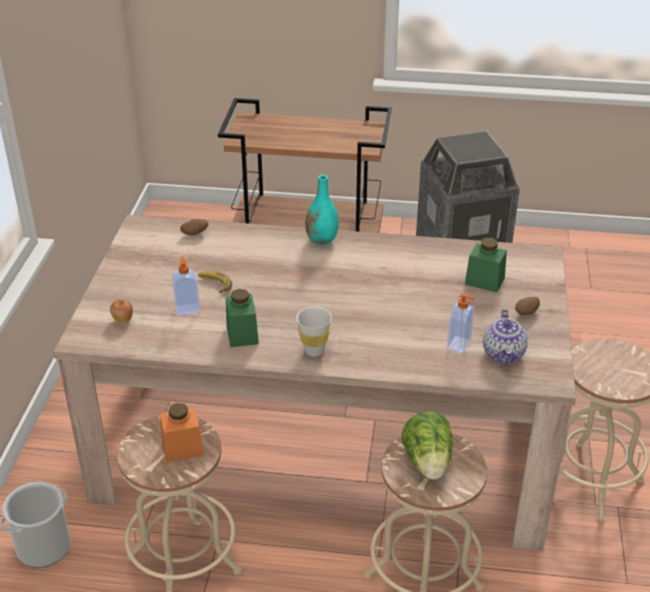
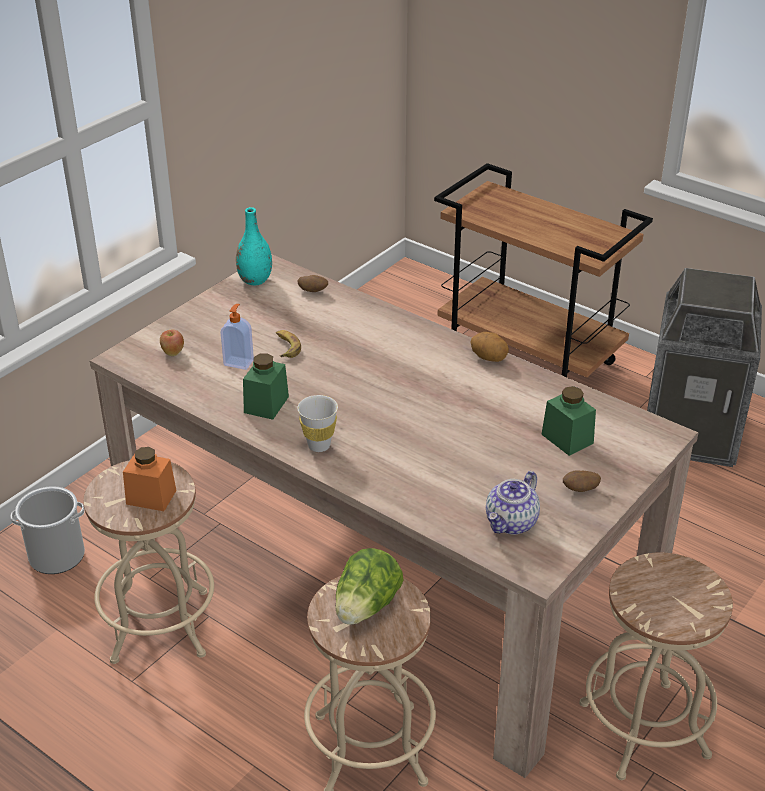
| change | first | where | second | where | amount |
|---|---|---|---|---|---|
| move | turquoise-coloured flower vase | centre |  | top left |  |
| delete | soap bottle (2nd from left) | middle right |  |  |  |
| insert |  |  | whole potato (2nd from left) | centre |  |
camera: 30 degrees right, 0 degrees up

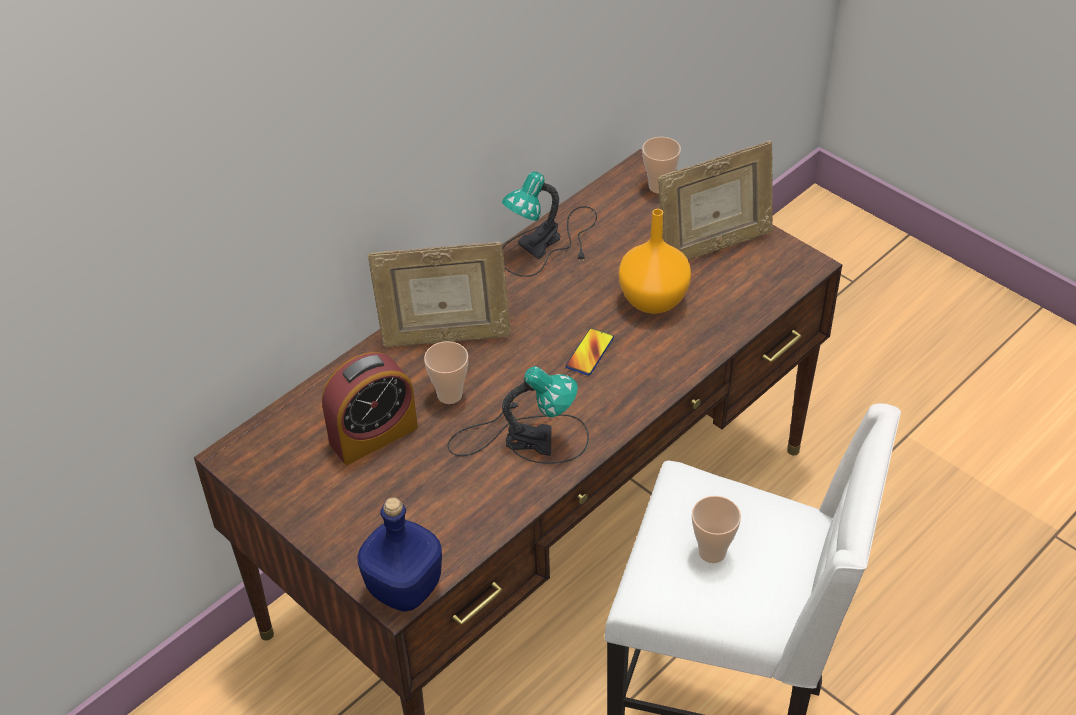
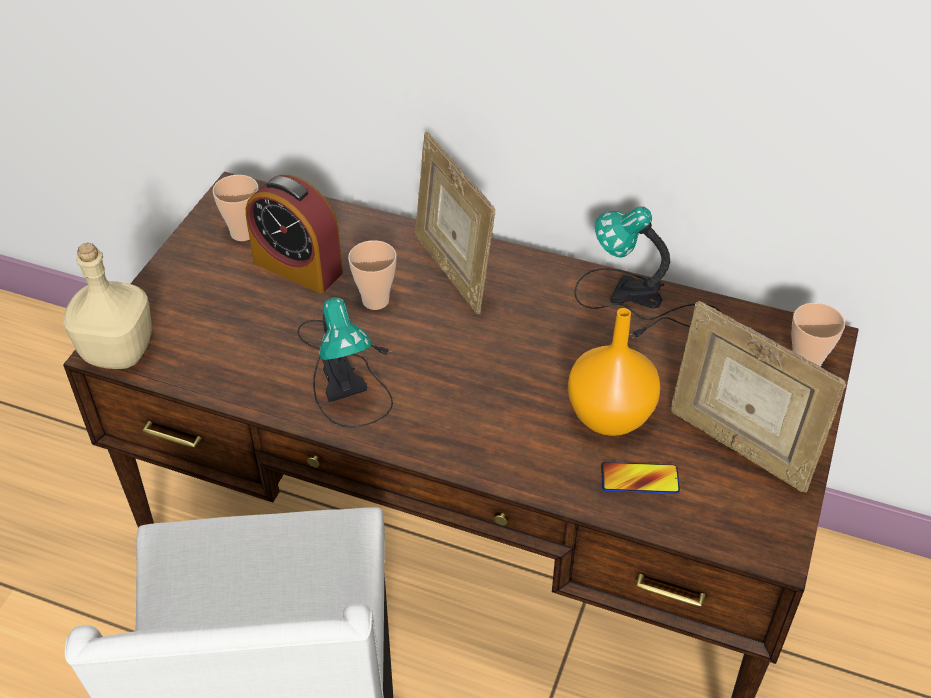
| change | first | where | second | where | amount |
|---|---|---|---|---|---|
| move | telephone | centre |  | bottom right |  |
| move | small cup (3rd from left in the first image) | bottom centre | small cup (1st from left) | top left |  |
| recolor | bluish bottle | bottom centre | sand-coloured bottle | middle left |  |
camera: 65 degrees right, 0 degrees up

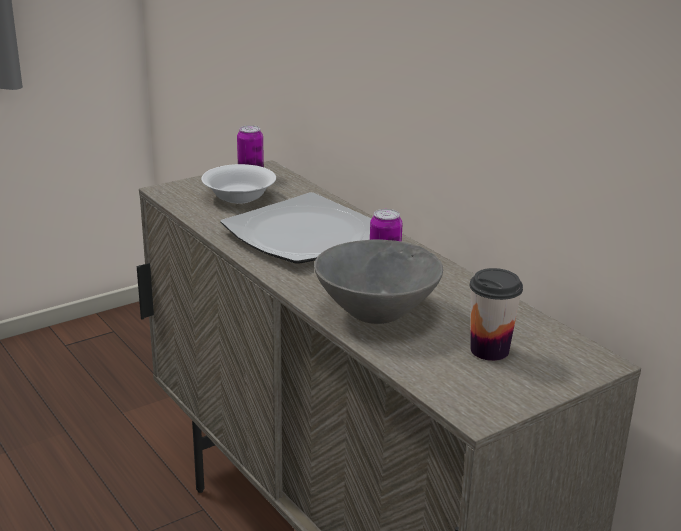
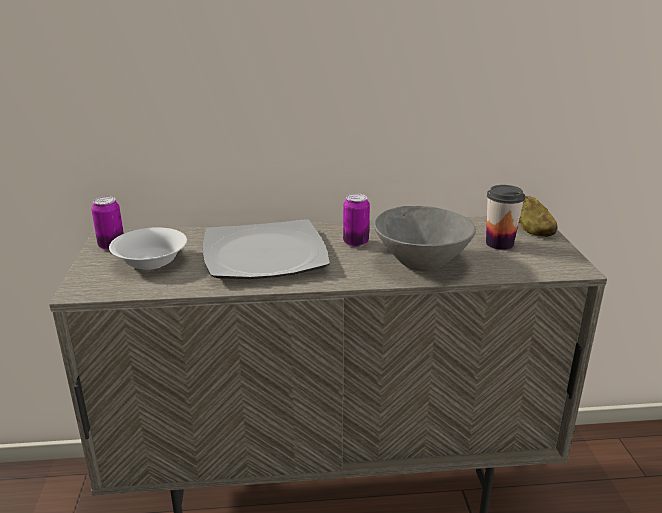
| change | first | where | second | where | amount |
|---|---|---|---|---|---|
| insert |  |  | whole potato | middle right |  |
camera: 60 degrees left, 0 degrees up

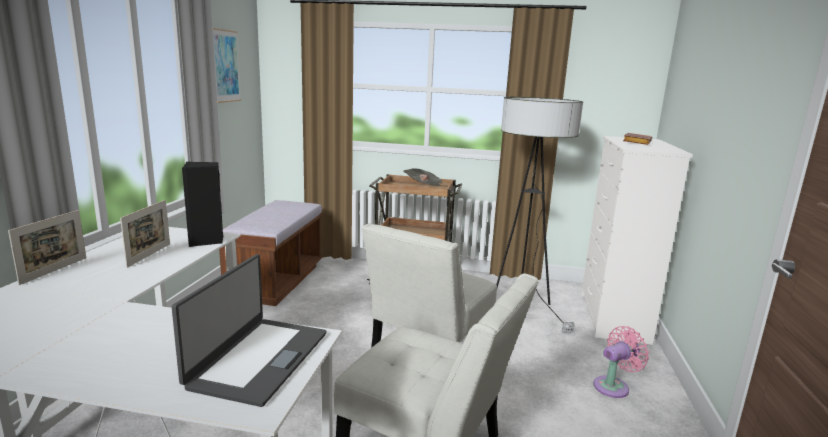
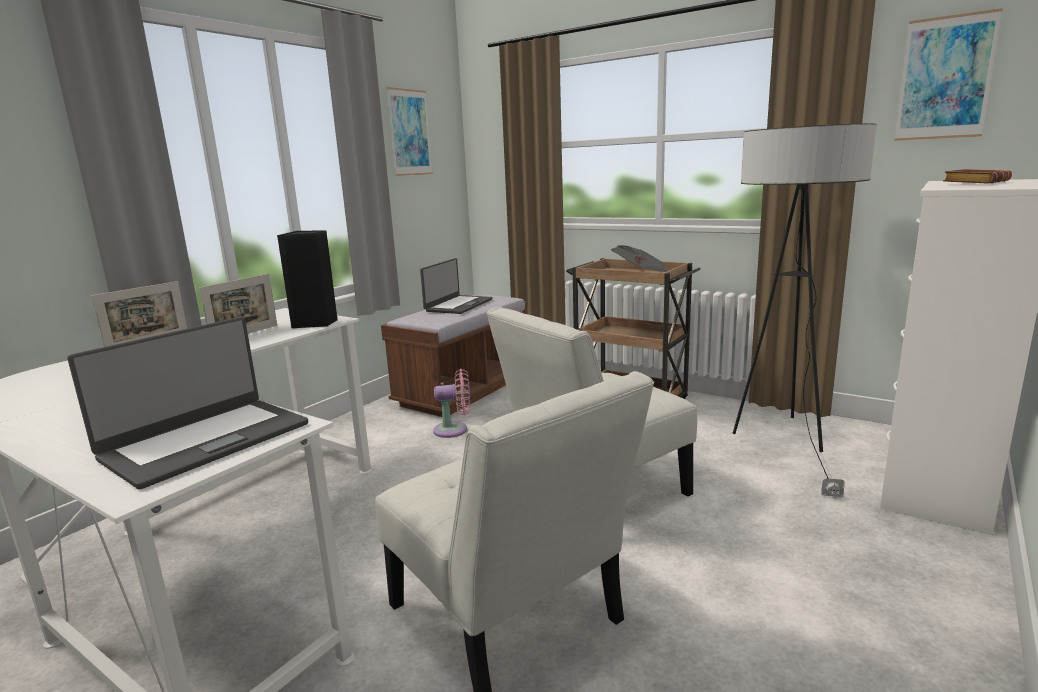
| change | first | where | second | where | amount |
|---|---|---|---|---|---|
| move | pink-coloured electric fan | bottom right |  | centre |  |
| insert |  |  | wall picture (2nd from left) | top right |  |
| insert |  |  | portable computer (2nd from left) | centre |  |
camera: 25 degrees right, 0 degrees up

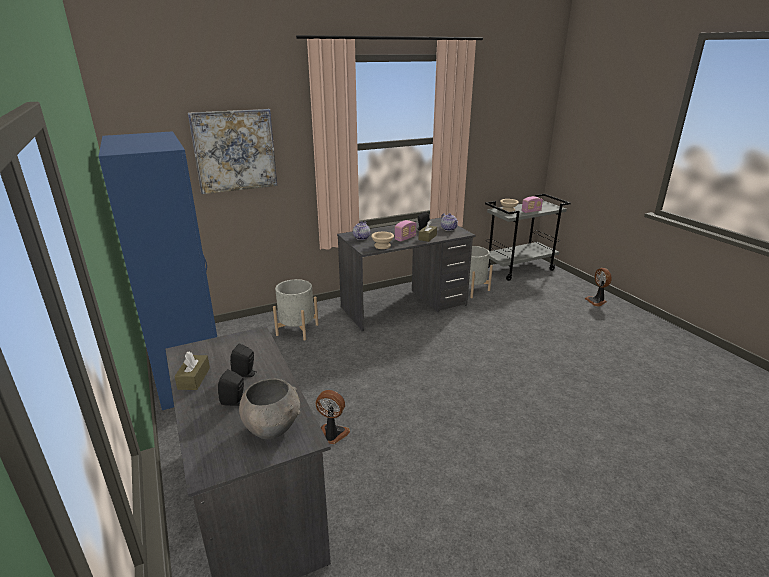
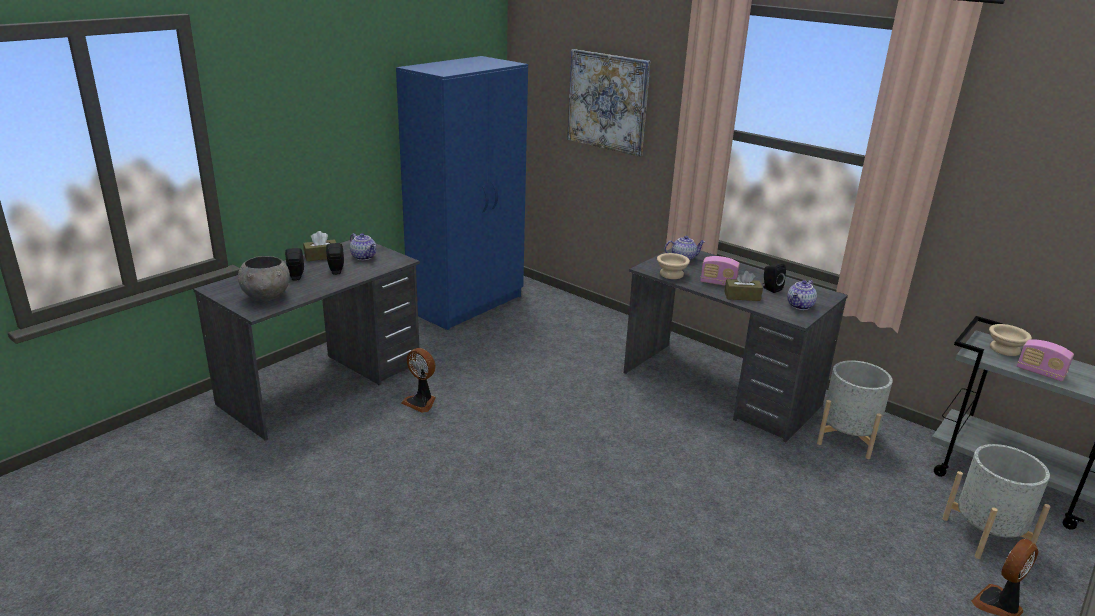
| change | first | where | second | where | amount |
|---|---|---|---|---|---|
| move | greyish planter (1st from left in the first image) | centre | greyish planter (2nd from left) | bottom right |  |
| rotate | electric fan (1st from left) | bottom centre |  | centre | 135 degrees clockwise |
| insert |  |  | pot for tea (1st from left) | middle left |  |
camera: 65 degrees right, 0 degrees up

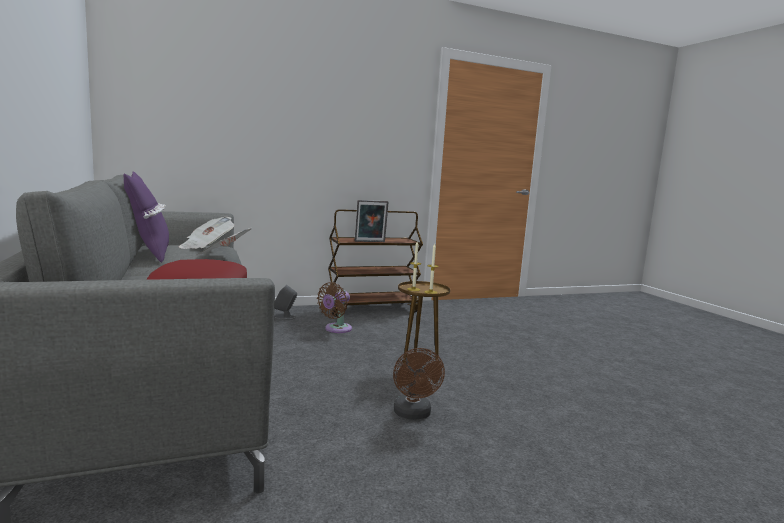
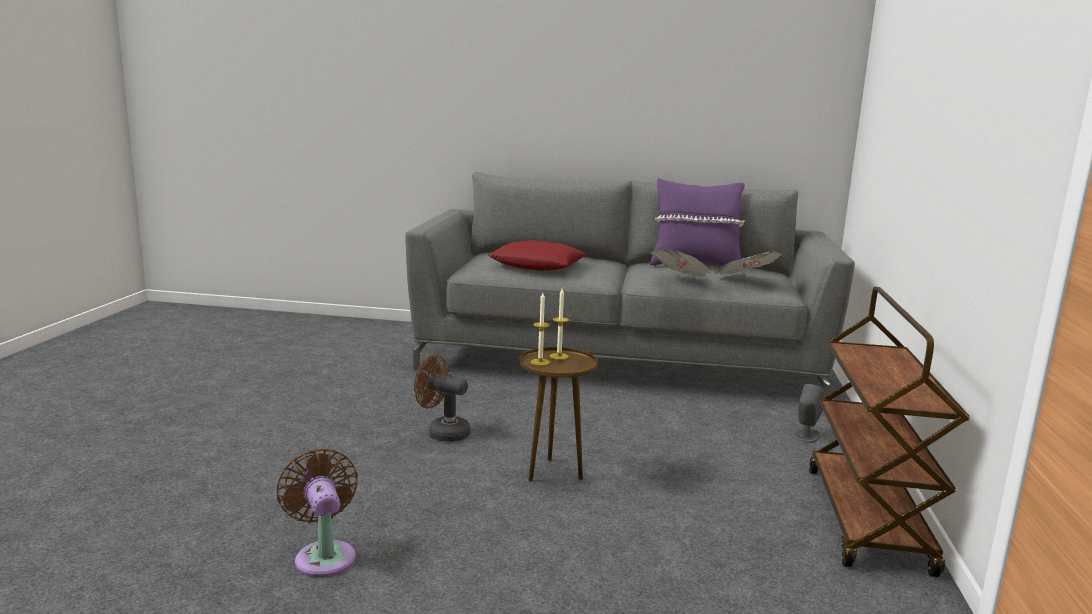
| change | first | where | second | where | amount |
|---|---|---|---|---|---|
| delete | standing frame | centre |  |  |  |
| move | brownish electric fan (1st from left) | centre |  | bottom left |  |
camera: 120 degrees right, 5 degrees up

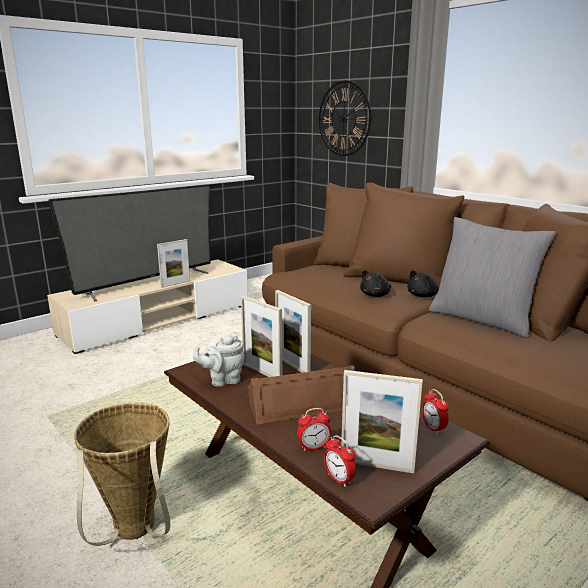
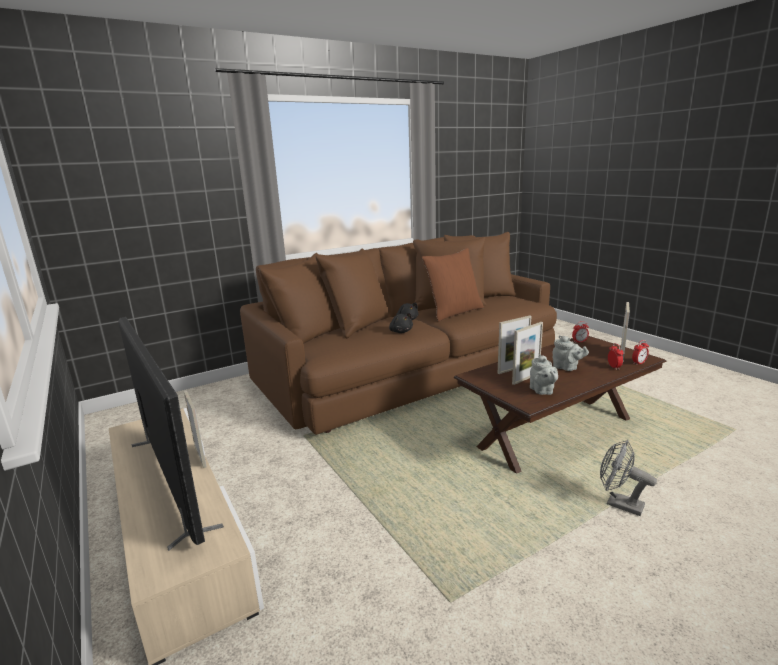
| change | first | where | second | where | amount |
|---|---|---|---|---|---|
| delete | clock on the wall | top centre |  |  |  |
| recolor | greyish throw pillow | middle right | brownish throw pillow | centre |  |
| replace | brownish loudspeaker | bottom centre | greyish pot for tea (2nd from left) | middle right |  |
| replace | basket | bottom left | greyish electric fan | bottom right |  |
camera: 80 degrees left, 0 degrees up

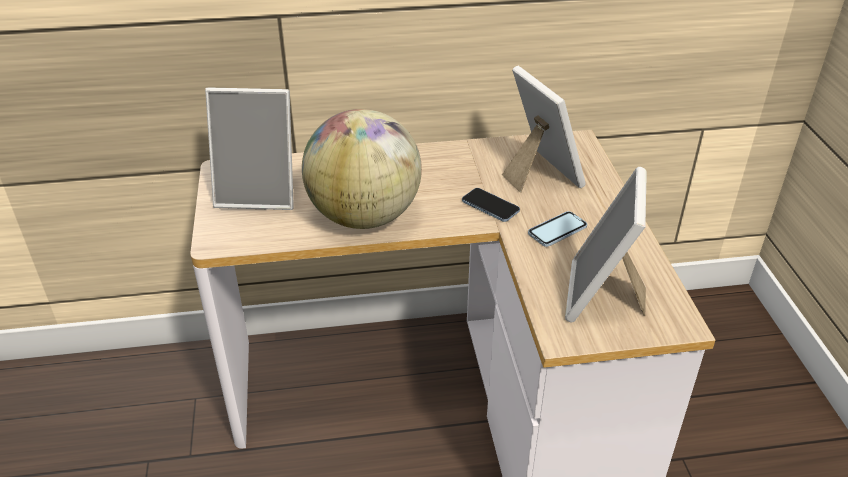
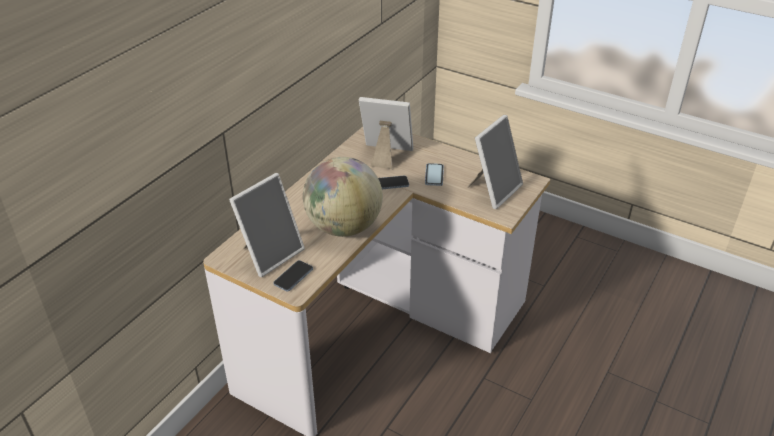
| change | first | where | second | where | amount |
|---|---|---|---|---|---|
| rotate | standing frame (3rd from left) | middle right |  | centre | 105 degrees counterclockwise |
| insert |  |  | telephone (1st from left) | centre |  |
camera: 50 degrees left, 0 degrees up

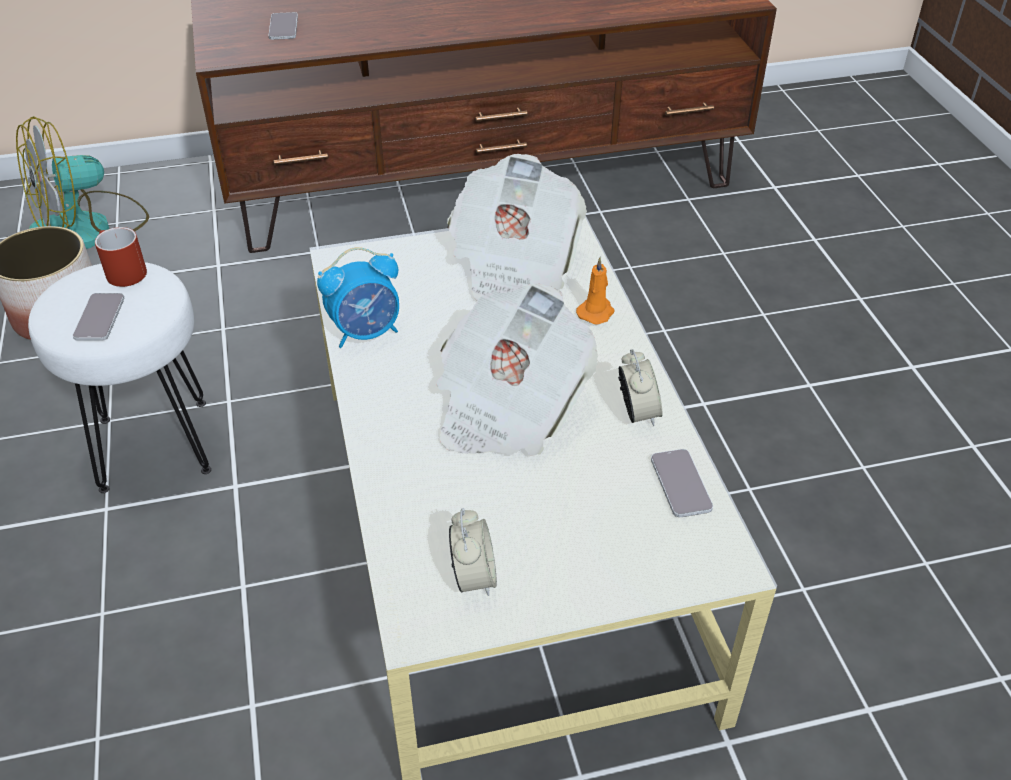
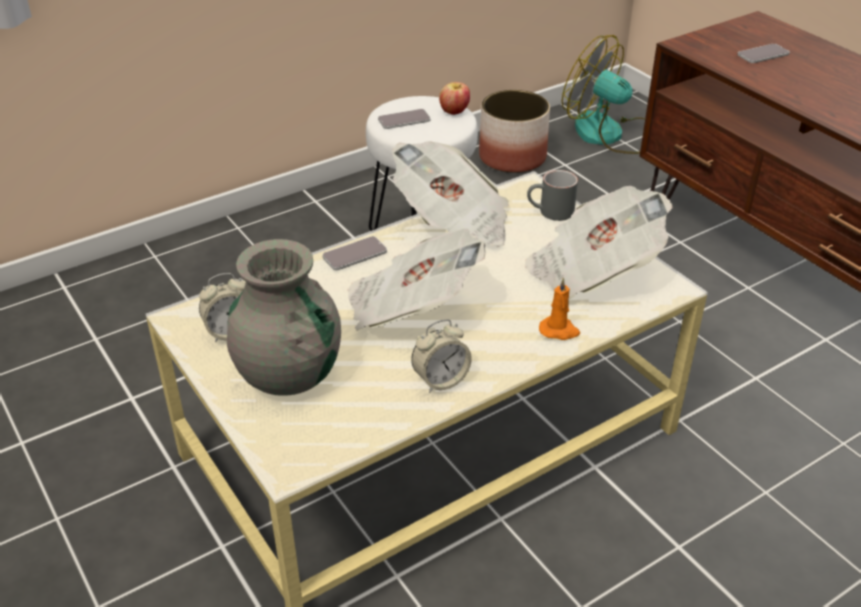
| change | first | where | second | where | amount |
|---|---|---|---|---|---|
| replace | reddish mug | top left | apple | top centre |  |
| replace | bedside clock (1st from left) | centre | newspaper (2nd from left) | top centre |  |
| move | telephone (3rd from left in the first image) | middle right | telephone (1st from left) | centre |  |
| insert |  |  | greyish mug | top centre |  |
| insert |  |  | greyish flower vase | middle left |  |
camera: 70 degrees right, 5 degrees down

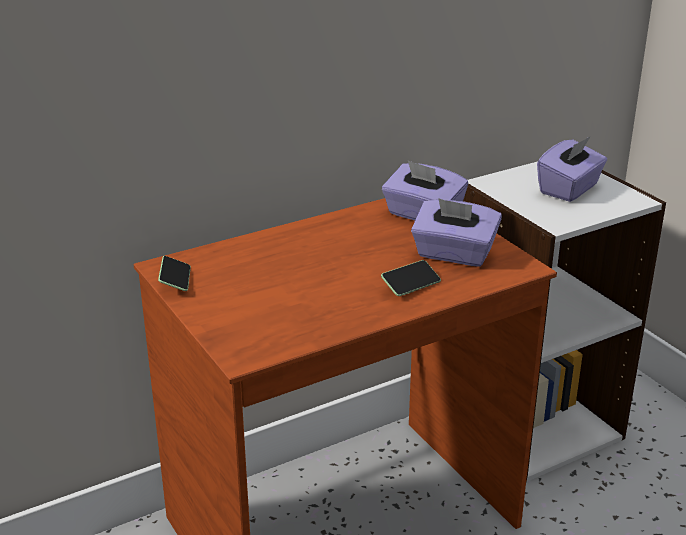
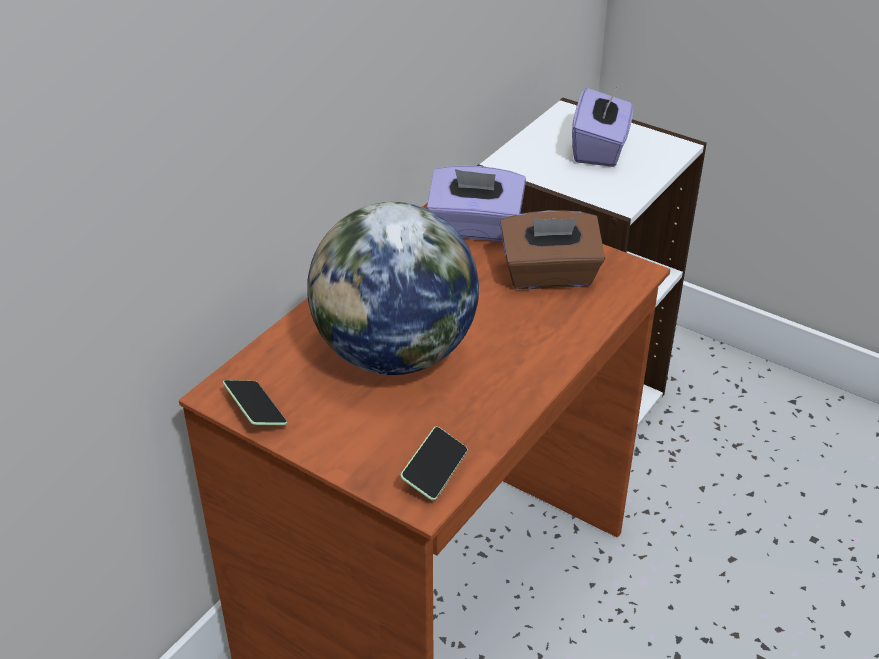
| change | first | where | second | where | amount |
|---|---|---|---|---|---|
| recolor | purplish tissue holder (2nd from left) | centre | brownish tissue holder | centre |  |
| move | telephone (2nd from left) | centre |  | bottom centre |  |
| insert |  |  | globe | centre |  |
camera: 25 degrees left, 10 degrees up

